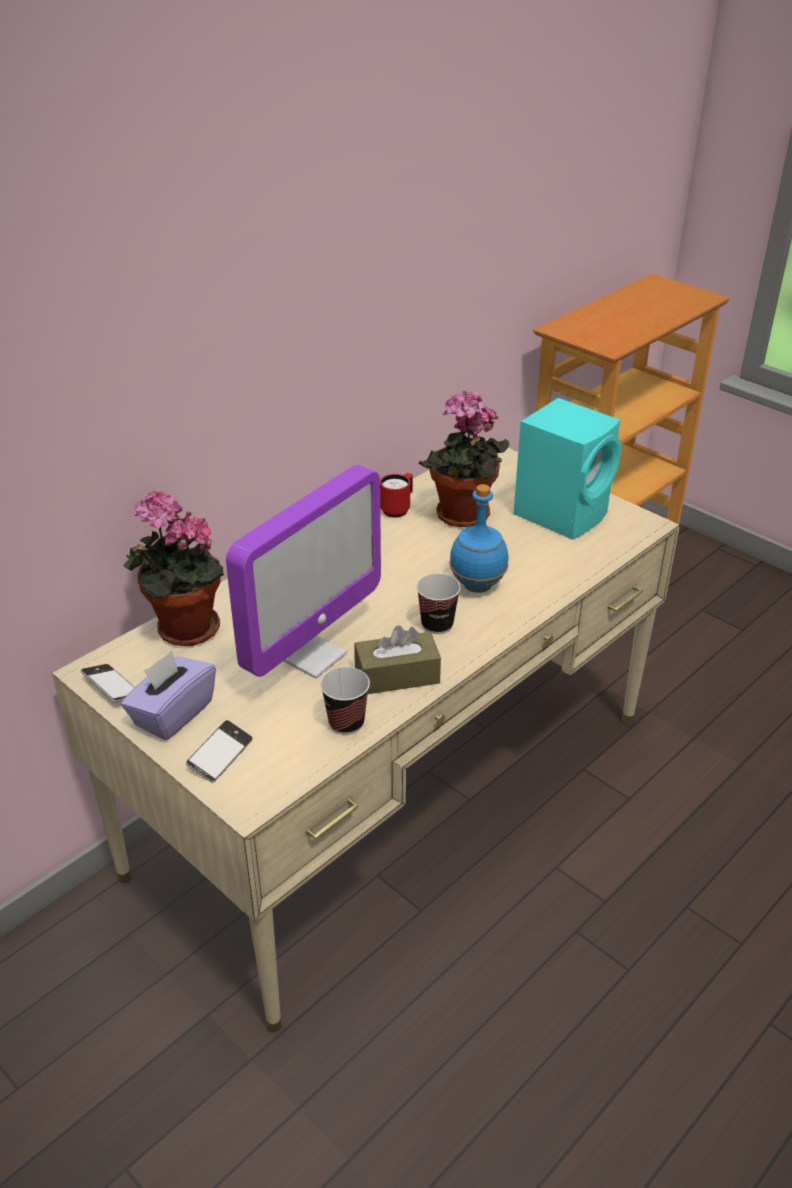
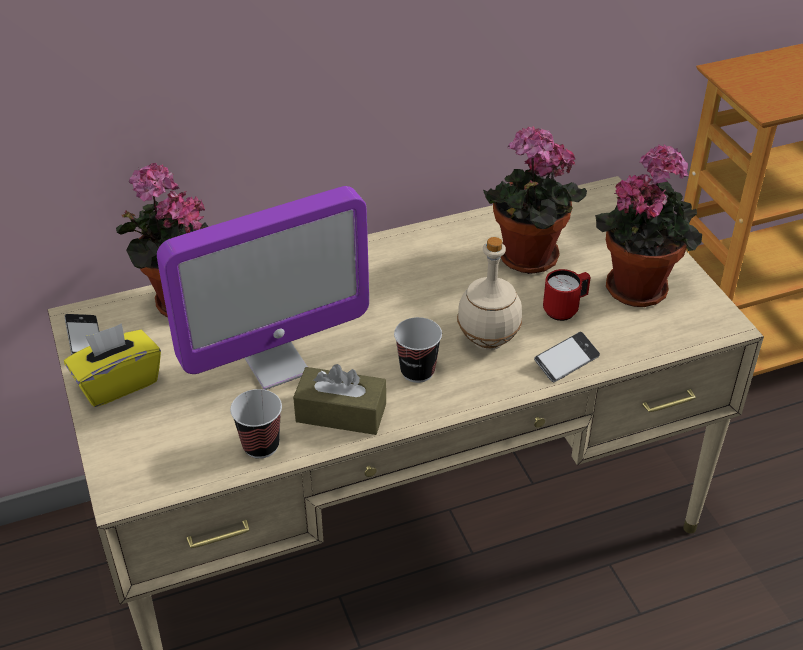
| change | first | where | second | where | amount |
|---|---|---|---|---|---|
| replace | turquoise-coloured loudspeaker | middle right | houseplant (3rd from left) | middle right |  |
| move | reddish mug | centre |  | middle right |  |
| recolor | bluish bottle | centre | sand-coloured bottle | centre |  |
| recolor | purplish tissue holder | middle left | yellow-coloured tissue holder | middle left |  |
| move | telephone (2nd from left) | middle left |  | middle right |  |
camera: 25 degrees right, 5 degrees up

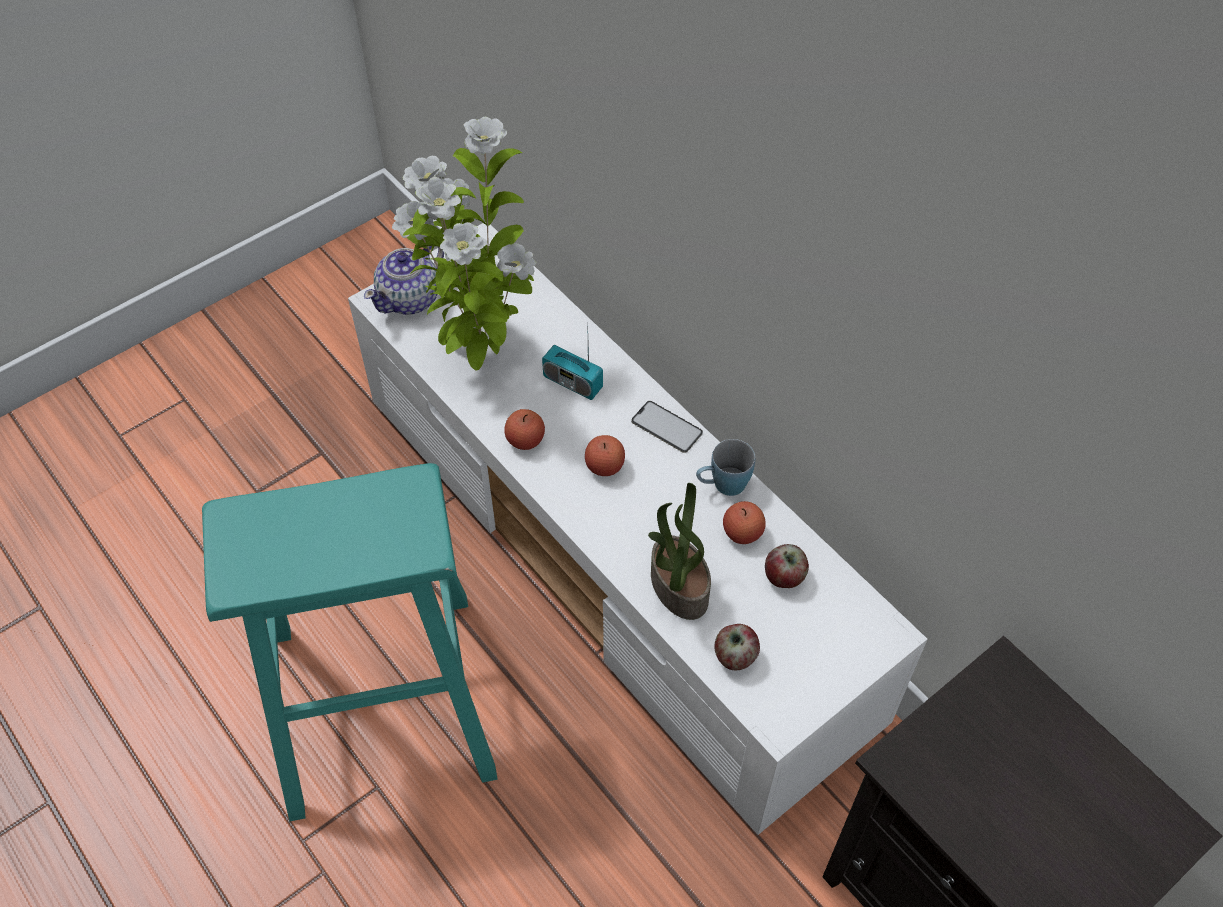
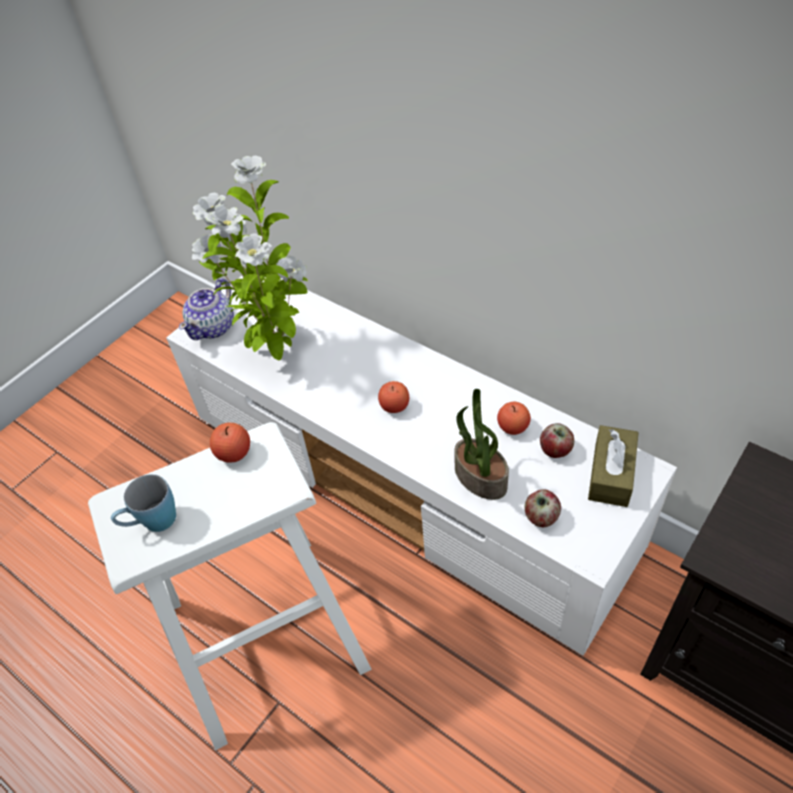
| change | first | where | second | where | amount |
|---|---|---|---|---|---|
| delete | radio receiver | centre |  |  |  |
| delete | telephone | centre |  |  |  |
| move | apple (1st from left) | centre |  | middle left |  |
| move | bluish mug | centre |  | middle left |  |
| recolor | turquoise-coloured stool seat | bottom left | whitish stool seat | bottom left |  |
| insert |  |  | brownish tissue holder | middle right |  |
camera: 10 degrees left, 5 degrees down

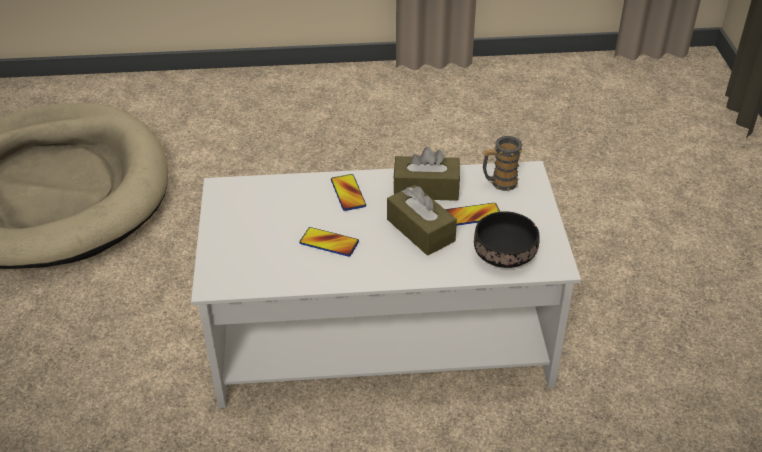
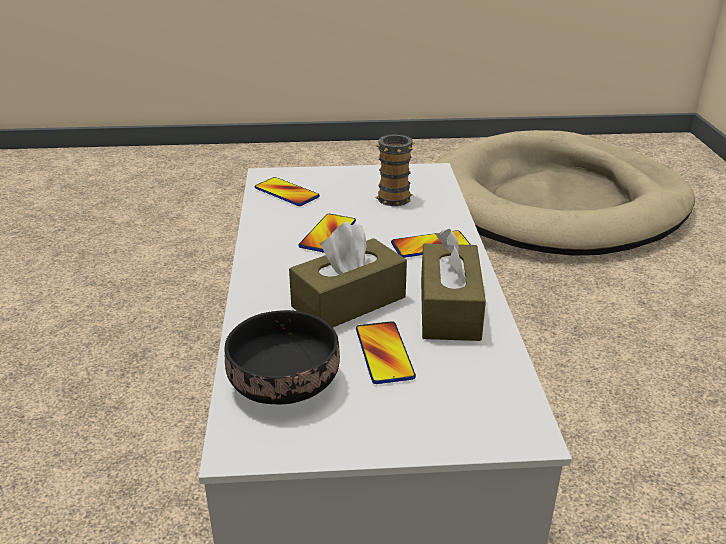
| change | first | where | second | where | amount |
|---|---|---|---|---|---|
| move | mug | centre |  | top centre |  |
| insert |  |  | telephone (1st from left) | centre |  |
camera: 90 degrees right, 10 degrees down

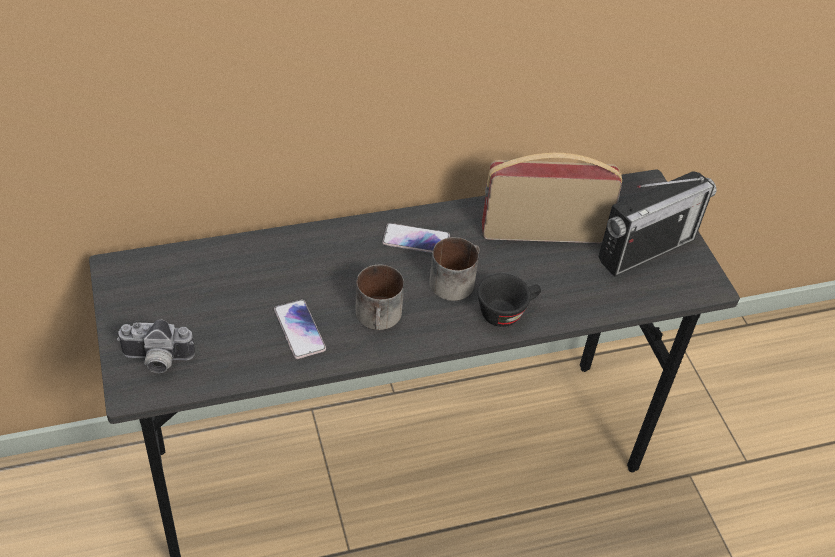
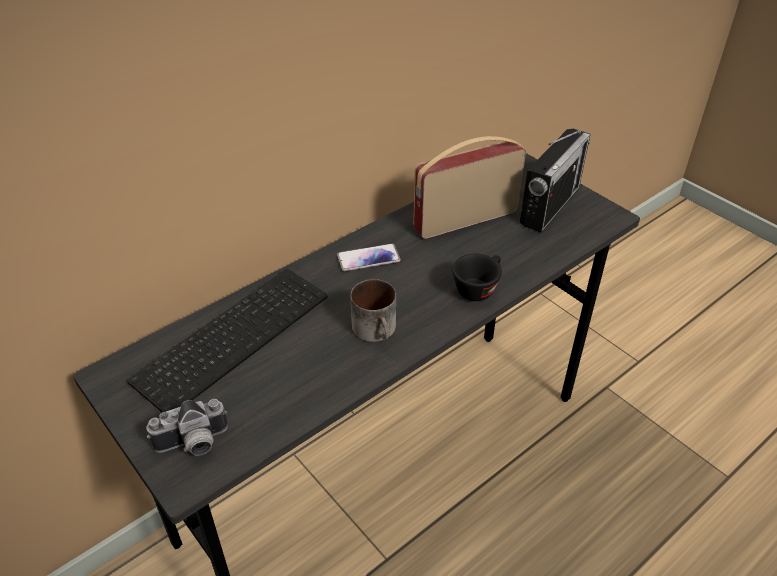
| change | first | where | second | where | amount |
|---|---|---|---|---|---|
| delete | mug (2nd from left) | centre |  |  |  |
| delete | telephone (1st from left) | centre |  |  |  |
| insert |  |  | computer keyboard | middle left |  |
camera: 20 degrees left, 5 degrees down

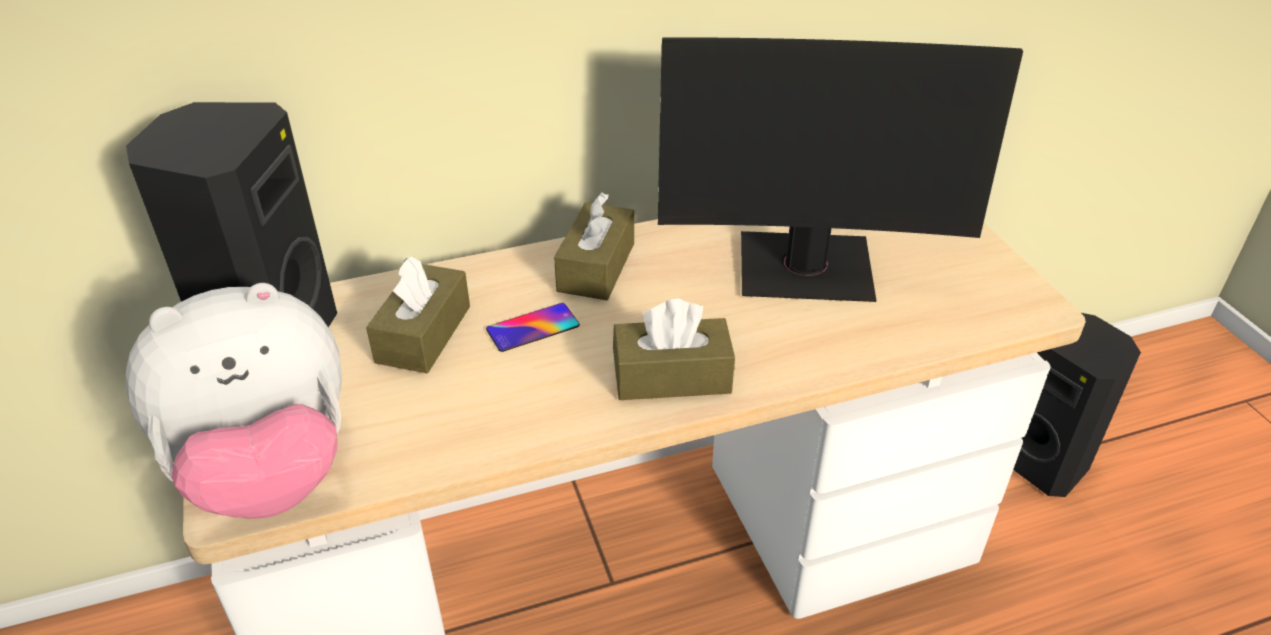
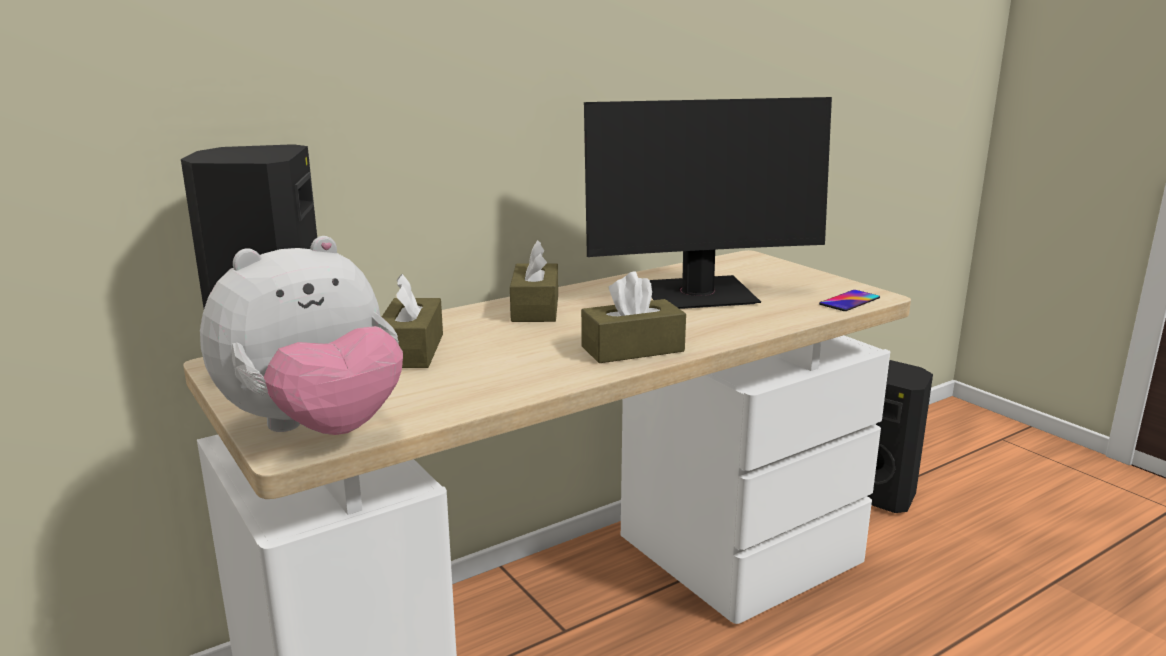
| change | first | where | second | where | amount |
|---|---|---|---|---|---|
| move | telephone | centre |  | middle right |  |
camera: 15 degrees left, 20 degrees down

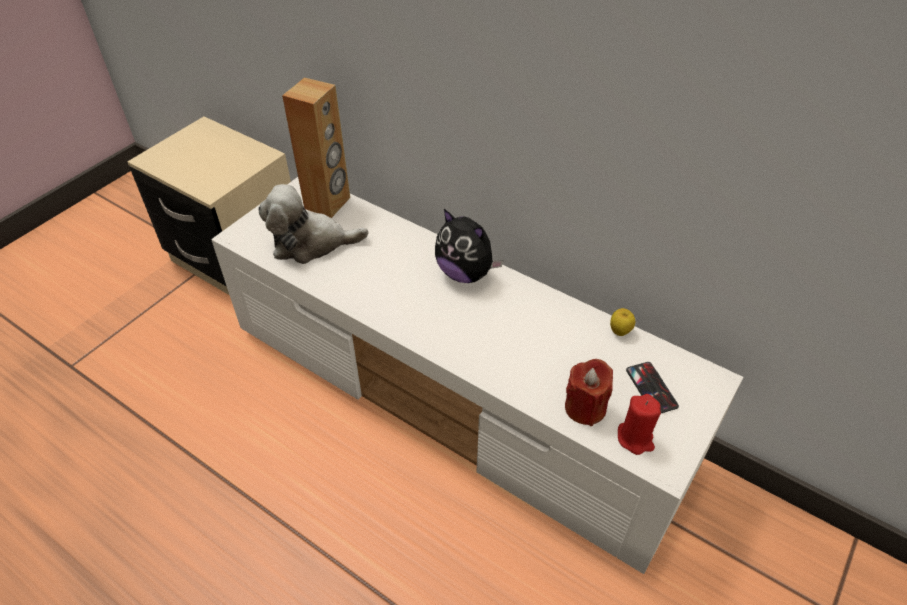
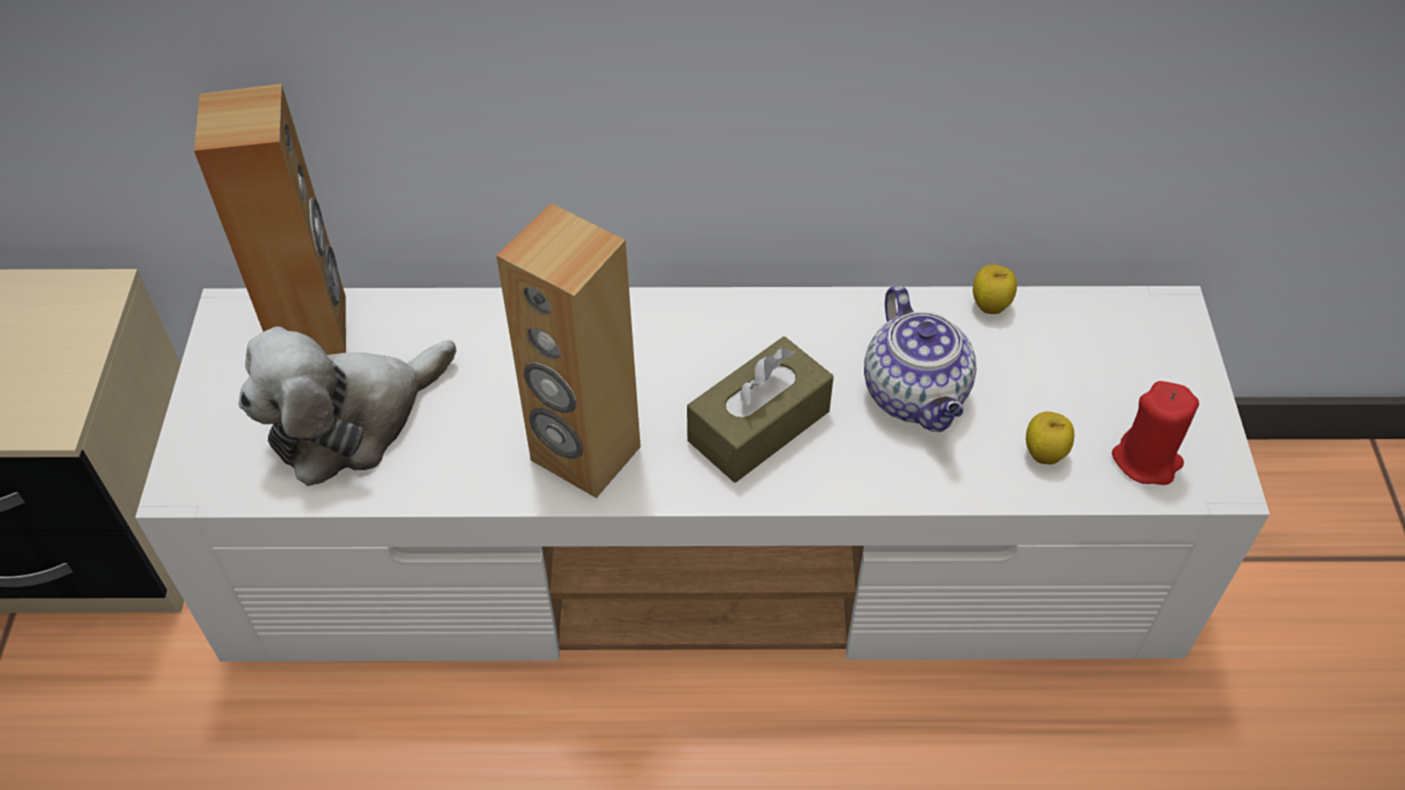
| change | first | where | second | where | amount |
|---|---|---|---|---|---|
| delete | soft toy (2nd from left) | centre |  |  |  |
| replace | reddish wax light (1st from left) | centre | apple (2nd from left) | middle right |  |
| delete | telephone | middle right |  |  |  |
| insert |  |  | brownish loudspeaker (2nd from left) | centre |  |
| insert |  |  | pot for tea | centre |  |
| insert |  |  | brownish tissue holder | centre |  |
camera: 35 degrees left, 5 degrees up

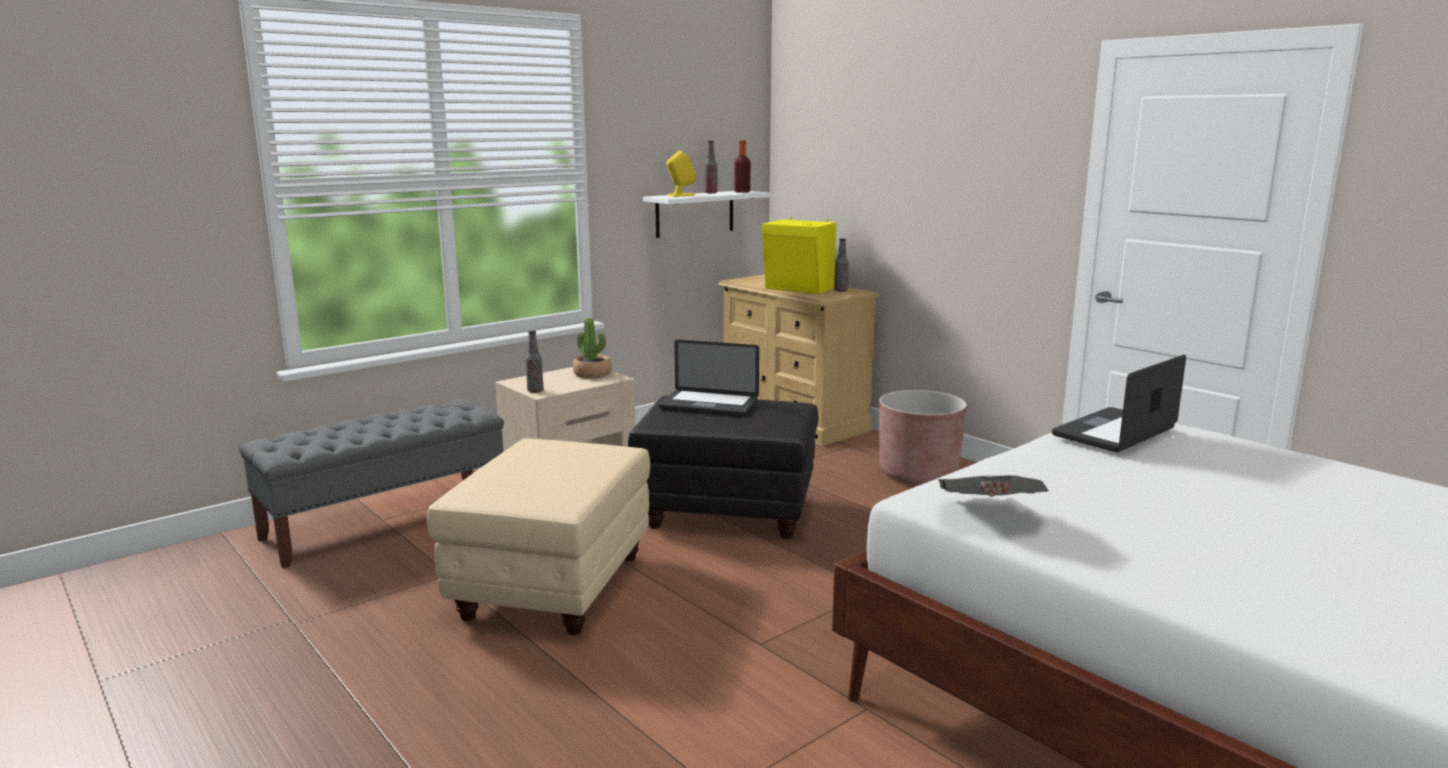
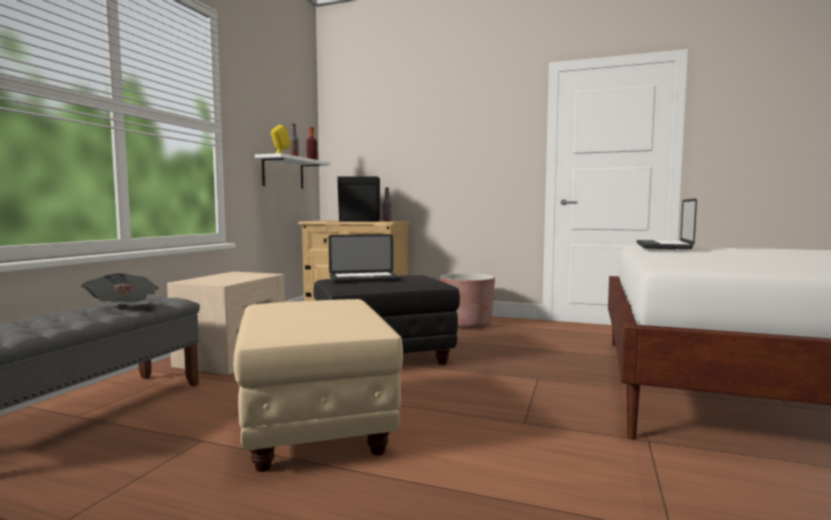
| change | first | where | second | where | amount |
|---|---|---|---|---|---|
| recolor | yellow-coloured loudspeaker (2nd from left) | top centre | black-coloured loudspeaker | centre |  |
| delete | houseplant | centre |  |  |  |
| delete | bottle (1st from left) | centre |  |  |  |
| move | newspaper | middle right |  | middle left |  |
camera: 30 degrees left, 10 degrees down

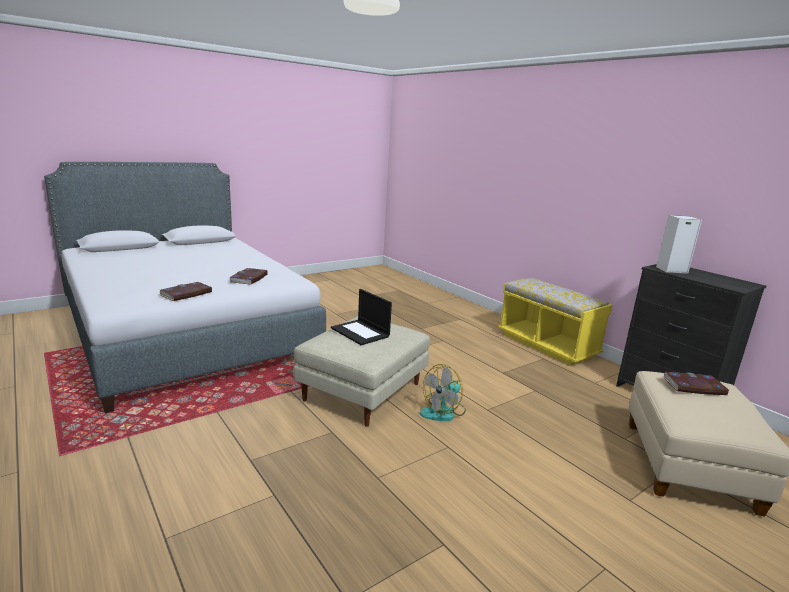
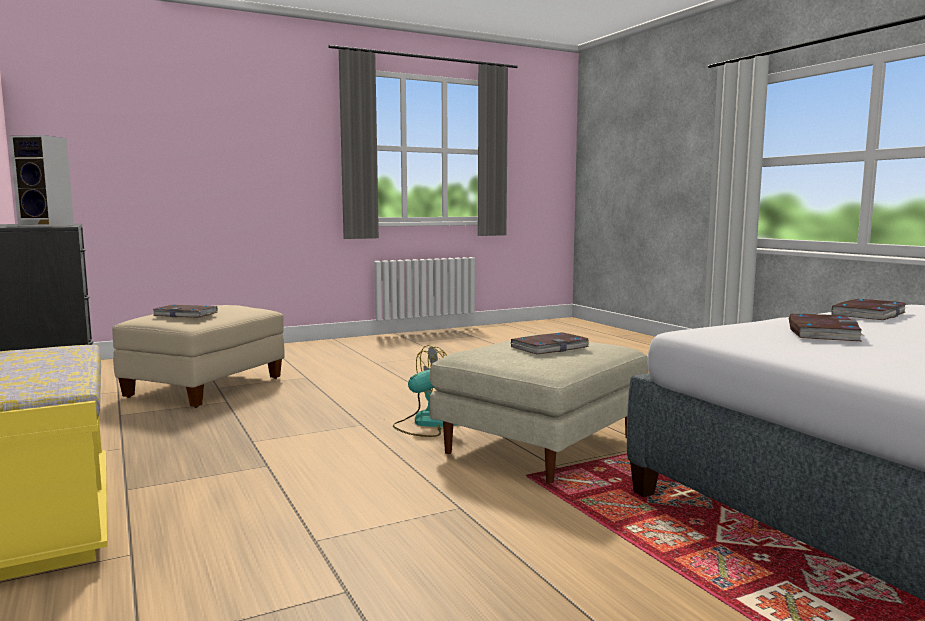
| change | first | where | second | where | amount |
|---|---|---|---|---|---|
| replace | portable computer | centre | bound book (2nd from left) | centre |  |
camera: 170 degrees left, 10 degrees down

